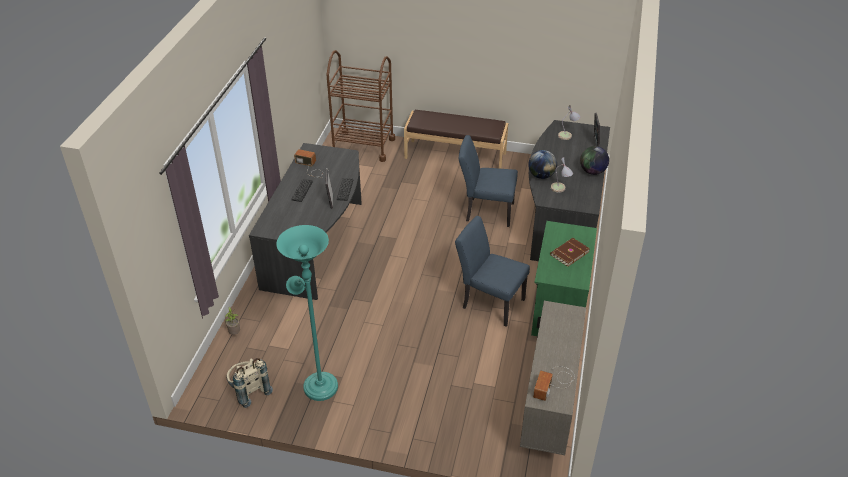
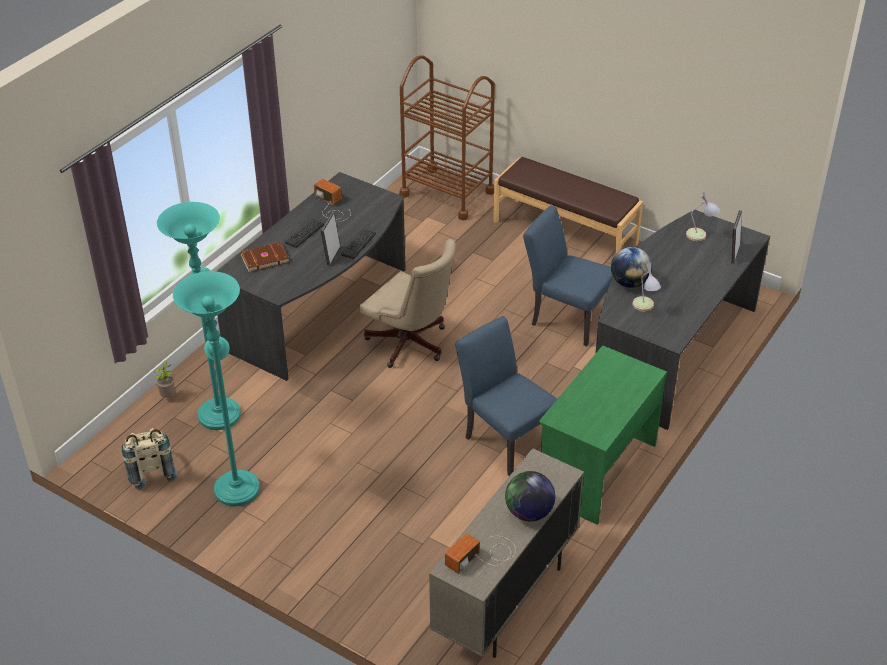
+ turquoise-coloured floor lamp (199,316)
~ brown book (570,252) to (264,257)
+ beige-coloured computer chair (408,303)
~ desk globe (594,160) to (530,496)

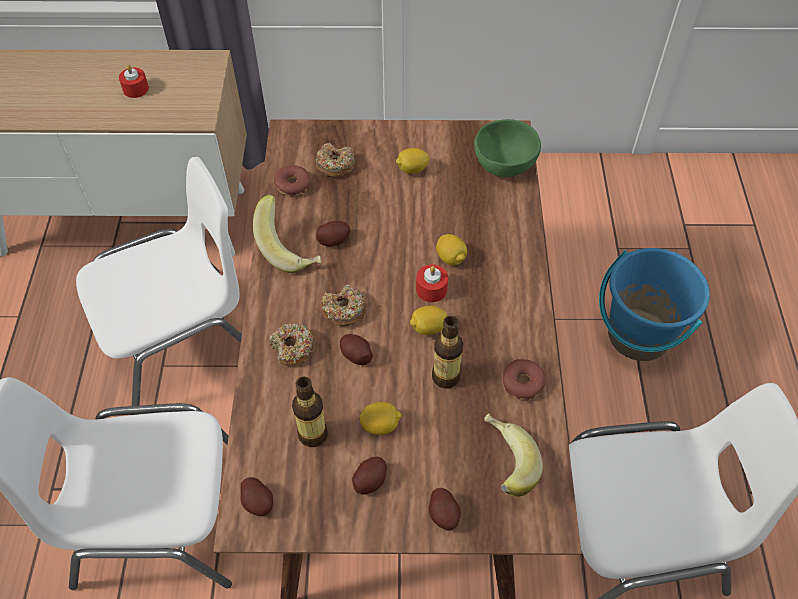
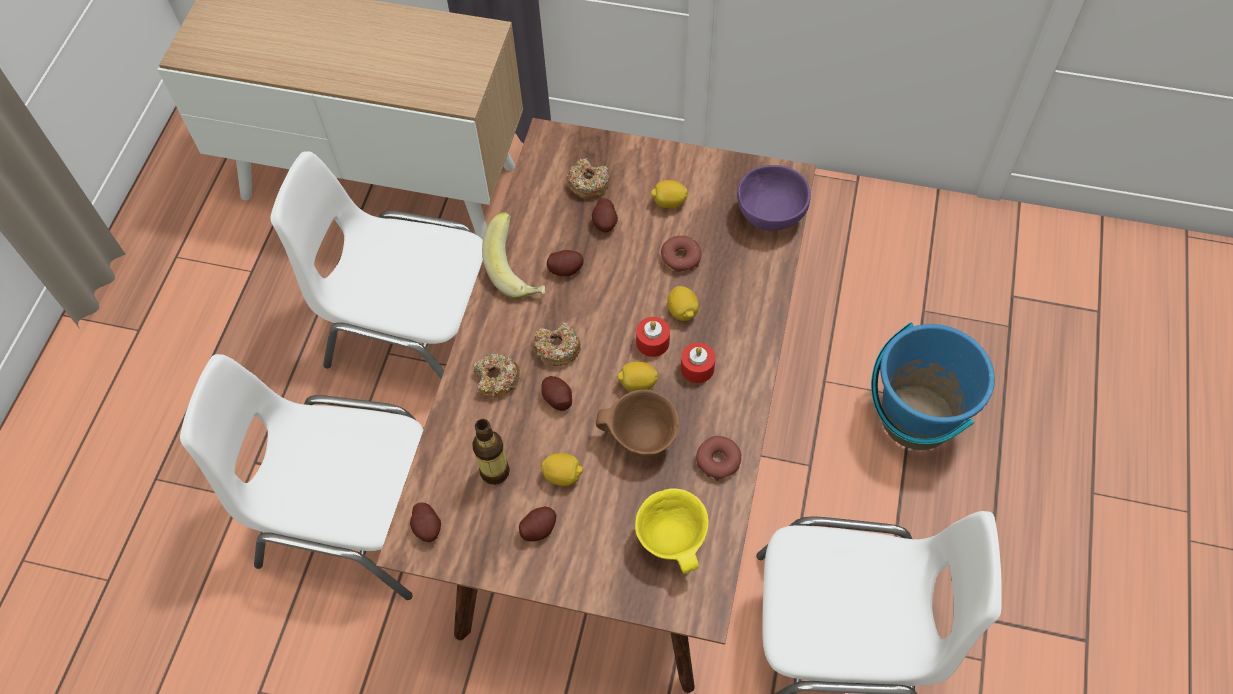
~ white chair (159,286) = (376,265) 150 degrees counterclockwise
~ whole potato (445,509) to (605,215)
~ bottle (448,352) to brown serving bowl (637,423)
~ banana fruit (513,455) to yellow-coloured serving bowl (672,531)
~ donut (292,180) to (681,254)
~ red wax candle (134,81) to (698,363)
~ greenish serving bowl (507,148) to purple-coloured serving bowl (774,198)

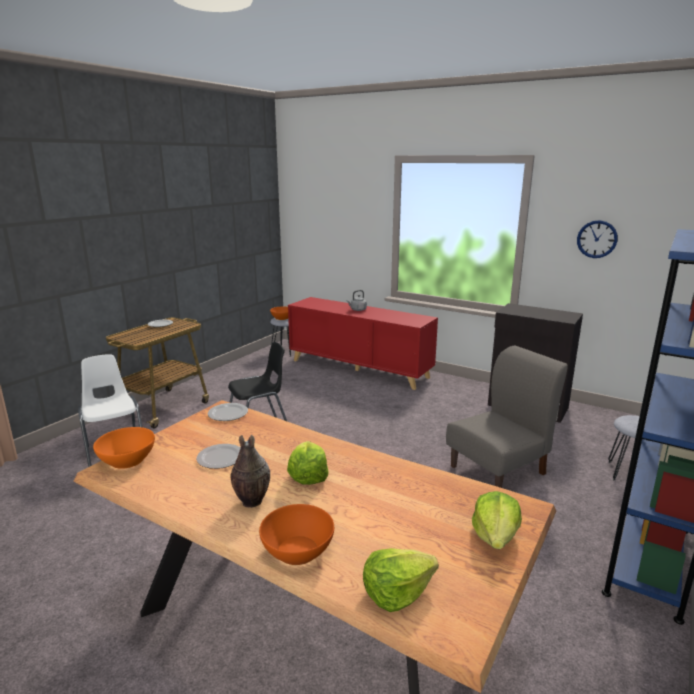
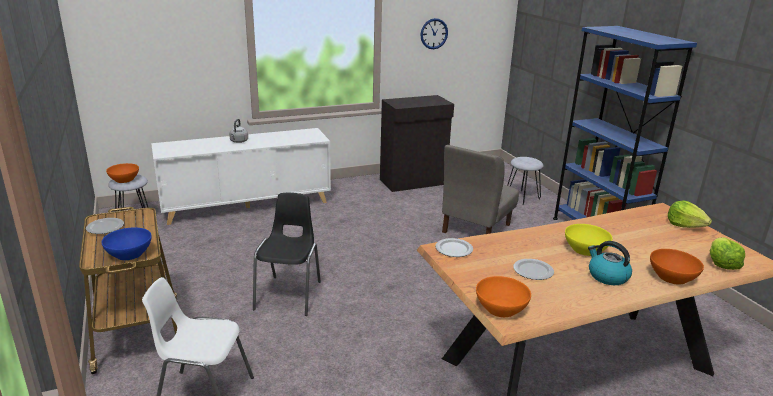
+ bluish serving bowl (127,243)
~ red cupboard (363,343) to white cupboard (241,176)
~ grey chair (507,416) = (480,189) 150 degrees counterclockwise
~ lettuce head (308,463) to yellow-coloured serving bowl (588,240)
~ decorative vase (250,471) to water kettle (610,263)

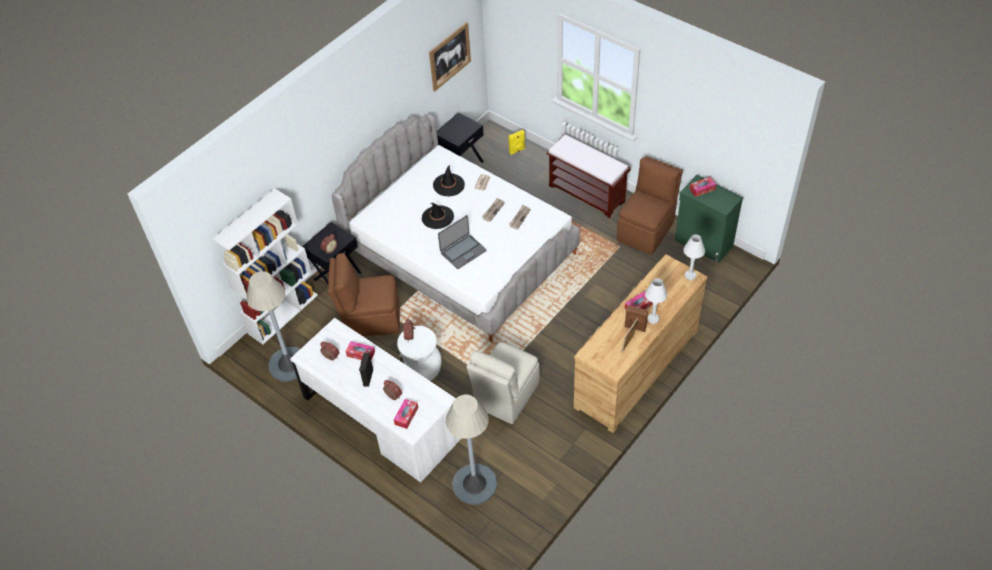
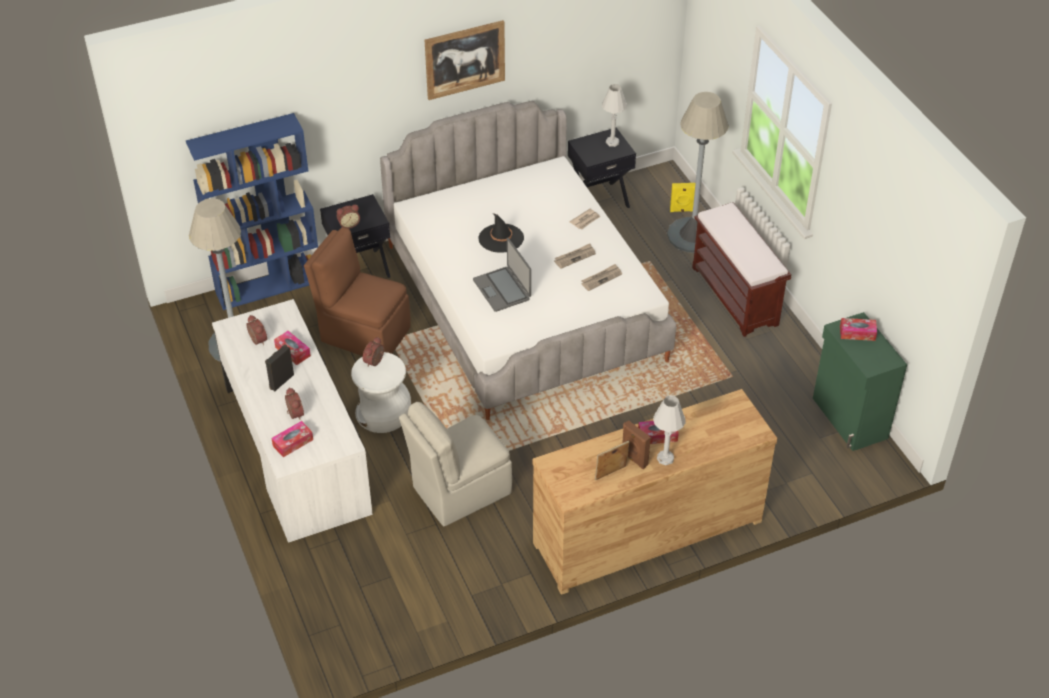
~ white bookshelf (265,266) to bluish bookshelf (252,211)
~ wall art (450,56) to (465,60)
~ laptop (462,242) = (502,275) 75 degrees clockwise
~ white tabletop lamp (694,257) to (614,115)
~ grey floor lamp (471,450) to (698,172)
- black hat (449,180)
- brown chair (650,205)

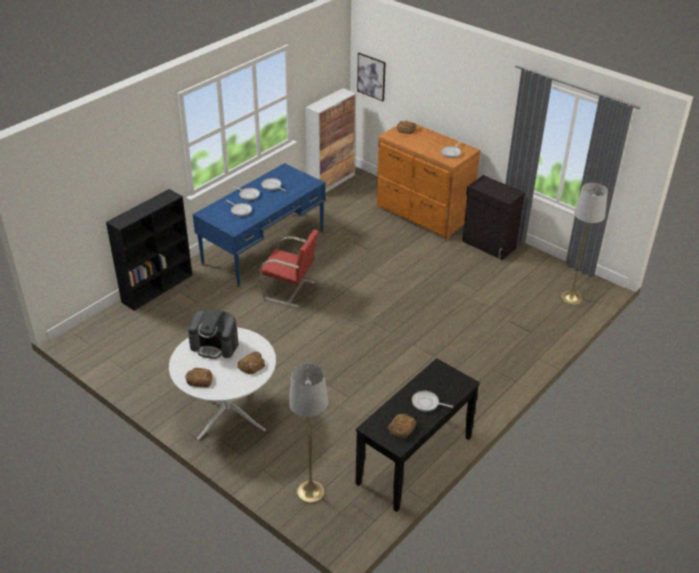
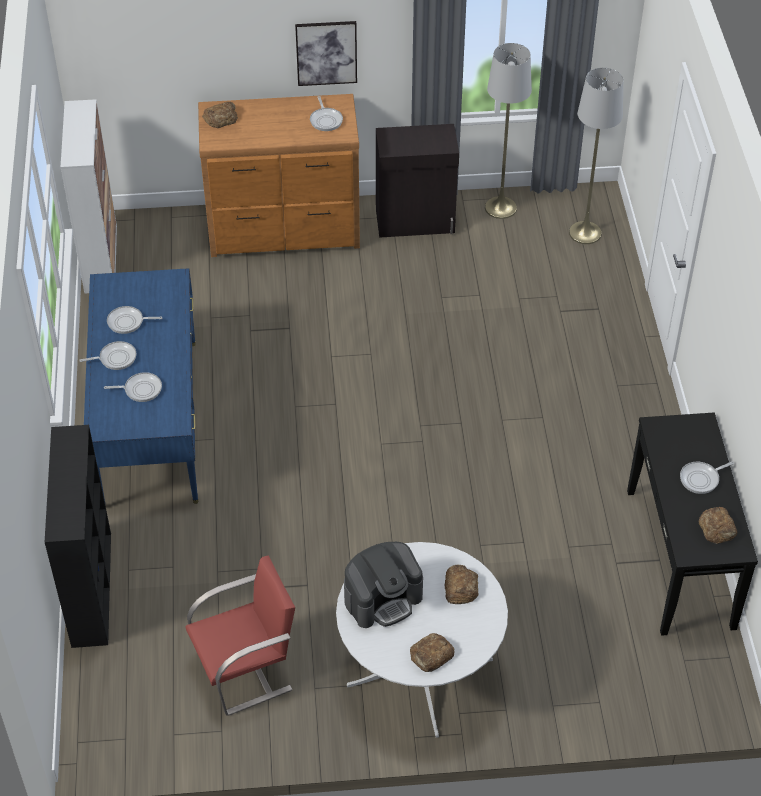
~ red chair (289,269) to (241,636)
~ wall art (371,77) to (326,53)
~ grey floor lamp (308,433) to (508,131)

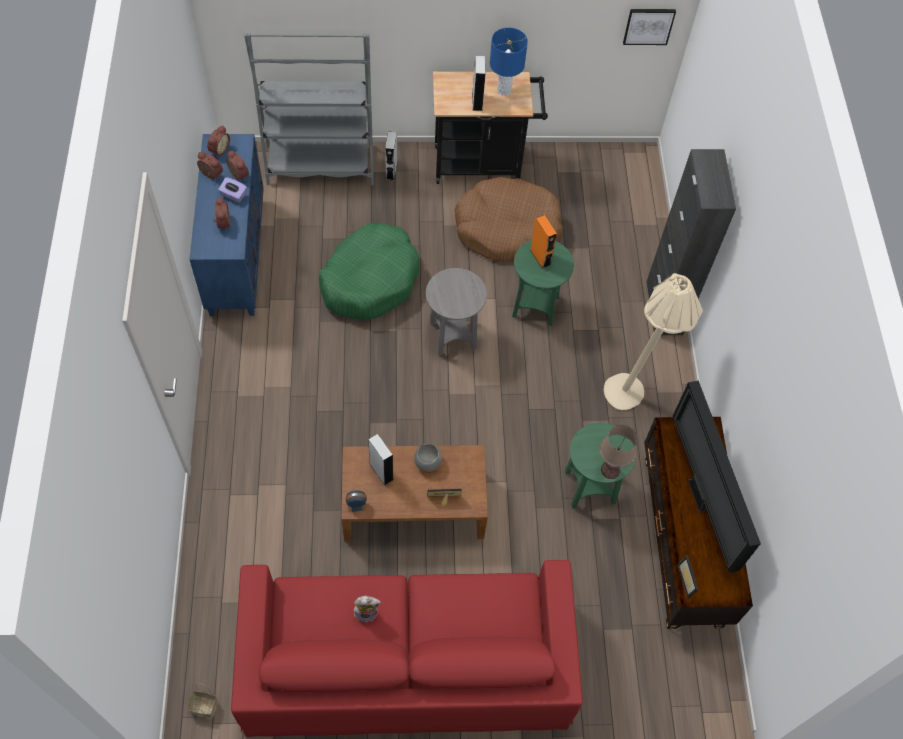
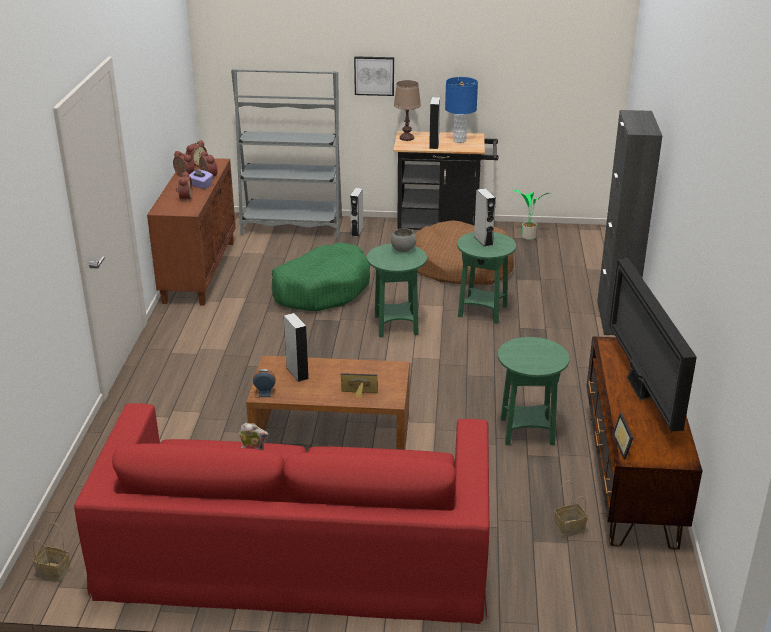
~ bluish cupboard (226,225) to brown cupboard (191,232)
~ wall art (649,27) to (374,76)
~ grey side table (456,312) to greenish side table (397,290)
~ grey serving bowl (428,457) to (403,240)
~ brown tabletop lamp (619,452) to (407,110)
~ orange loudspeaker (543,242) to grey loudspeaker (485,217)
+ houseplant (531,215)
+ storage basket (571,509)
- beige-coloured floor lamp (653,341)

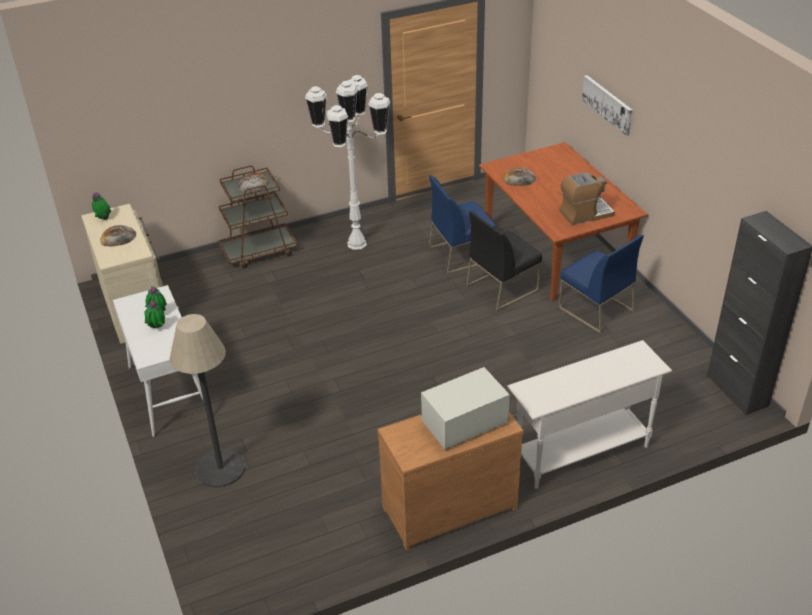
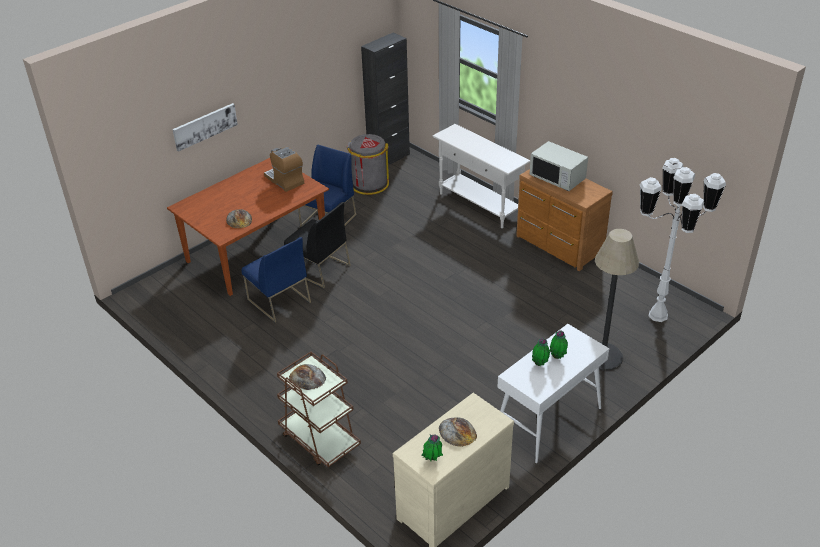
+ grey trash can (368,164)
~ white floor lamp (347,162) to (683,240)

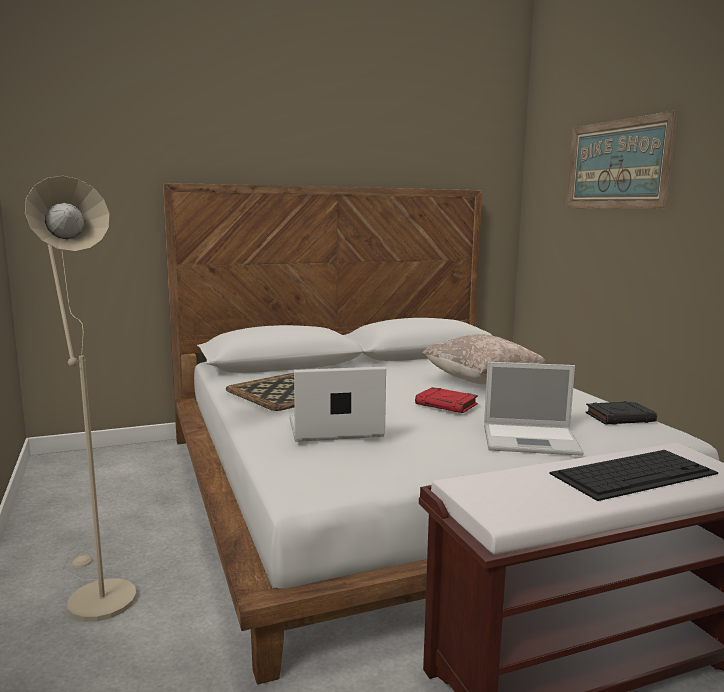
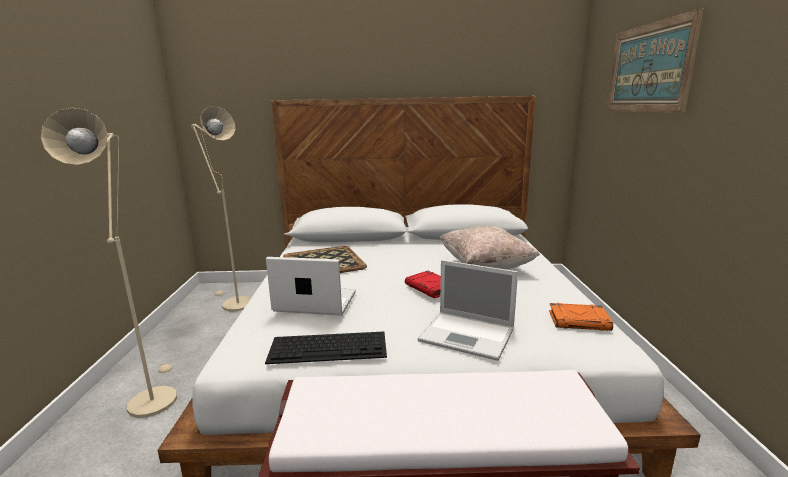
+ beige-coloured floor lamp (221,209)
~ keyboard (633,475) to (326,347)
~ black book (621,413) to orange book (581,317)

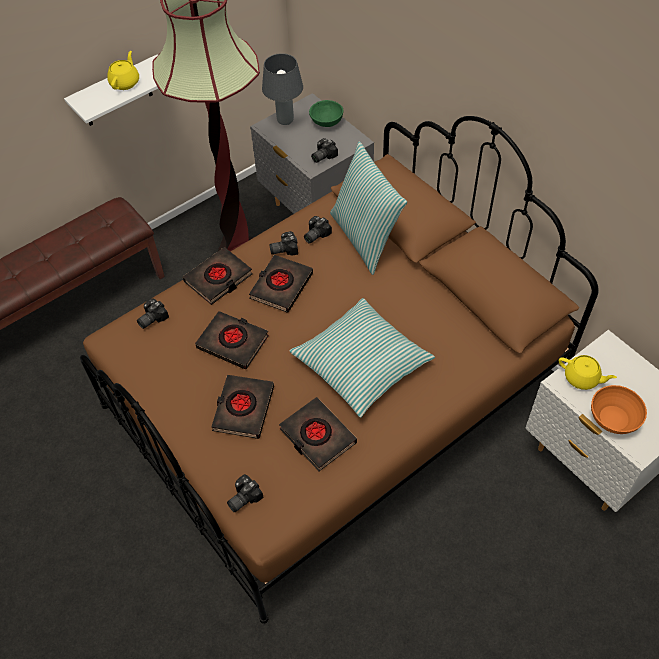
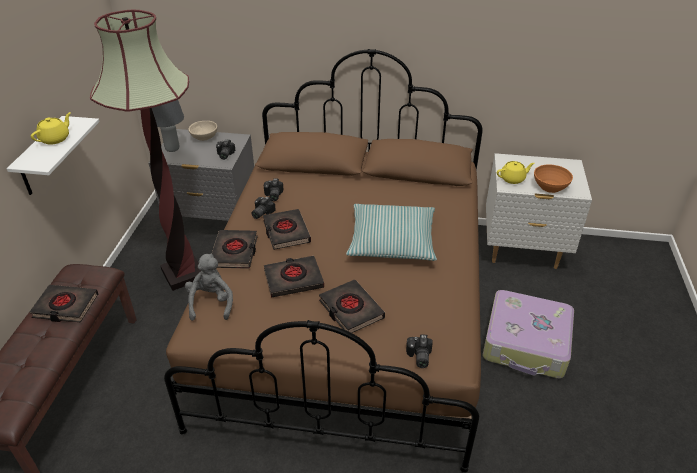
~ black book (318,434) to (63,303)
~ yellow-coloured pot for tea (123,70) = (51,128) 60 degrees clockwise
~ still camera (153,313) to grey soft toy (209,287)
~ greenish serving bowl (326,113) to beige-coloured serving bowl (202,131)
+ travel case (528,334)
- pillow (368,208)

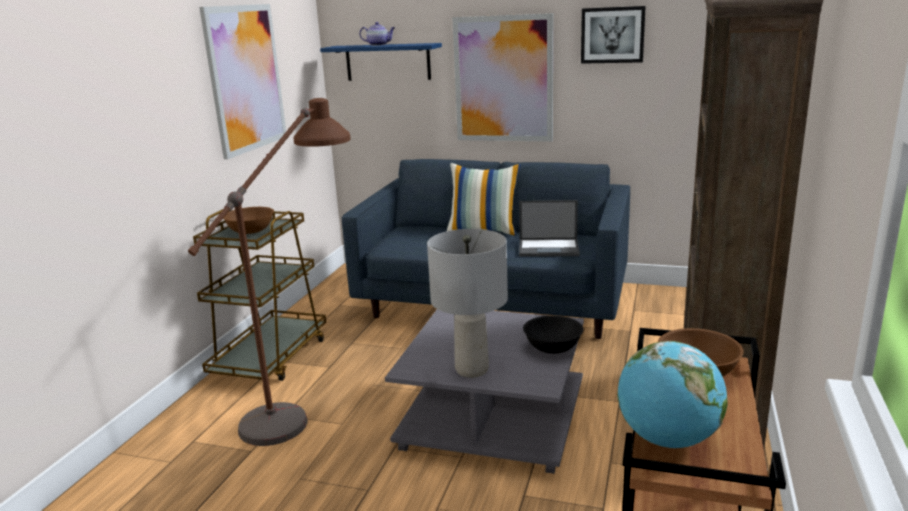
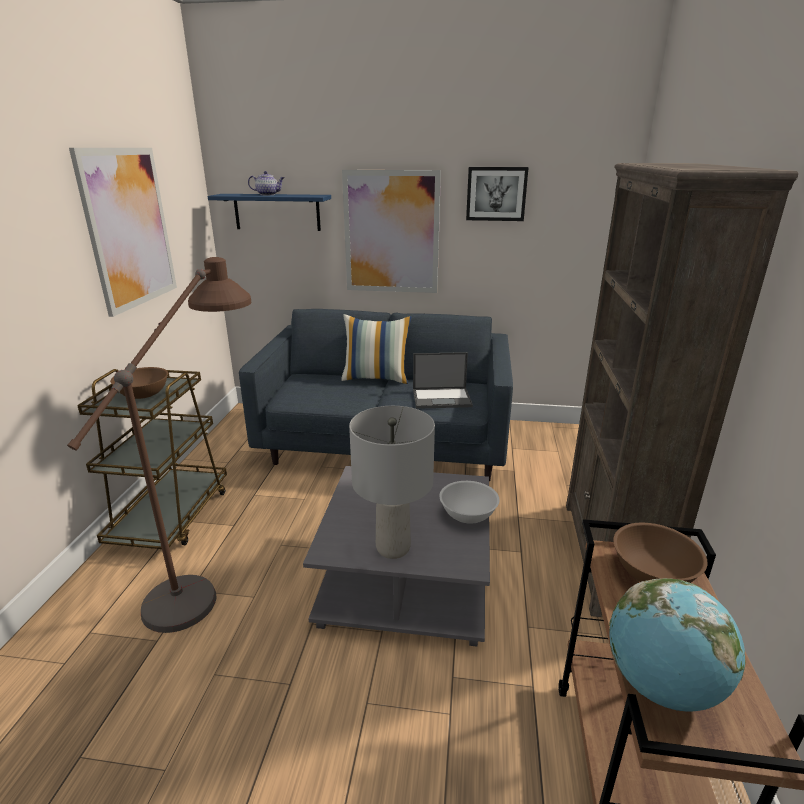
~ black serving bowl (553,335) to white serving bowl (469,502)

